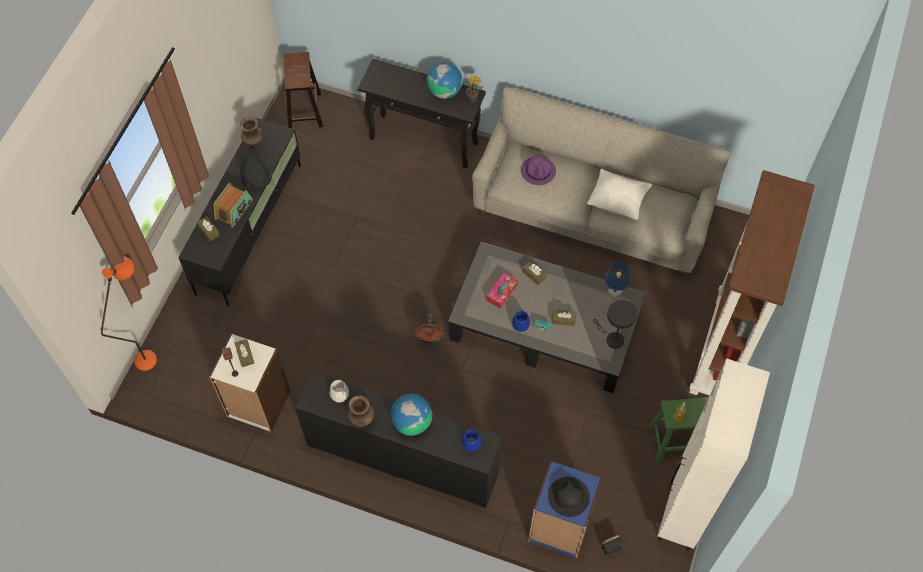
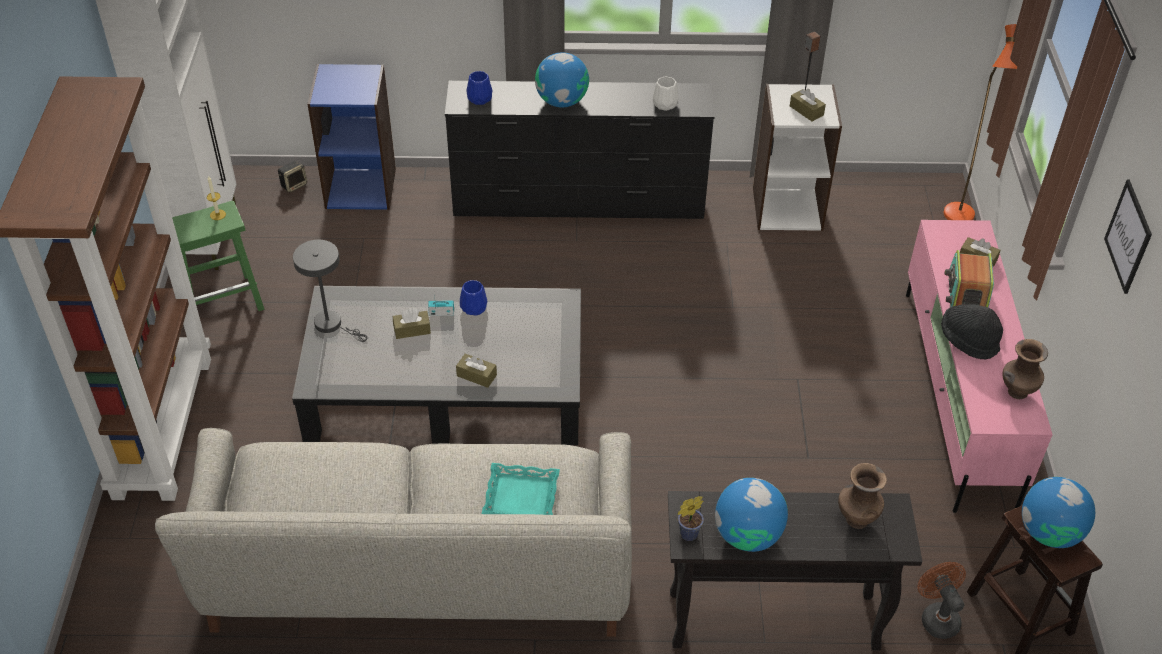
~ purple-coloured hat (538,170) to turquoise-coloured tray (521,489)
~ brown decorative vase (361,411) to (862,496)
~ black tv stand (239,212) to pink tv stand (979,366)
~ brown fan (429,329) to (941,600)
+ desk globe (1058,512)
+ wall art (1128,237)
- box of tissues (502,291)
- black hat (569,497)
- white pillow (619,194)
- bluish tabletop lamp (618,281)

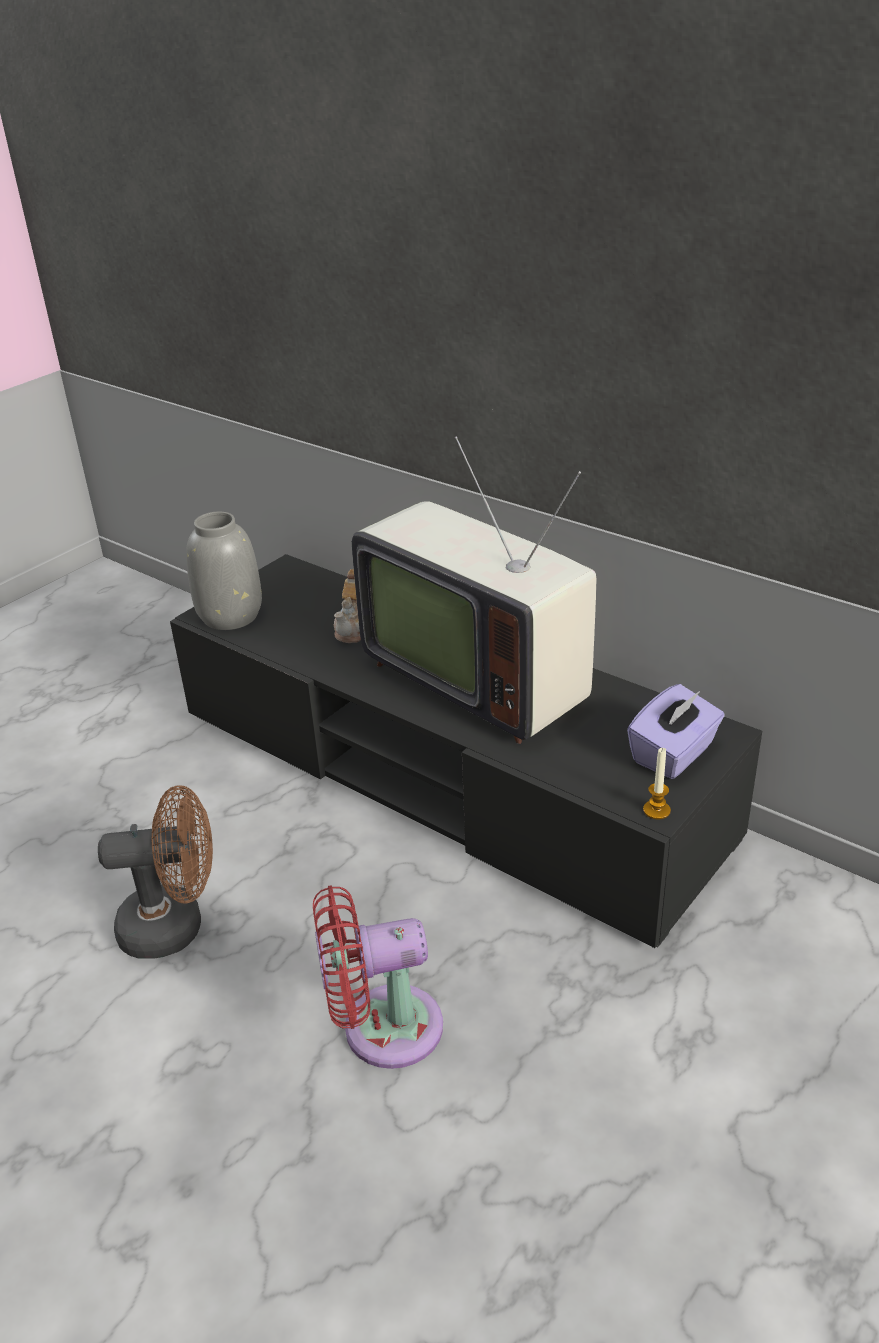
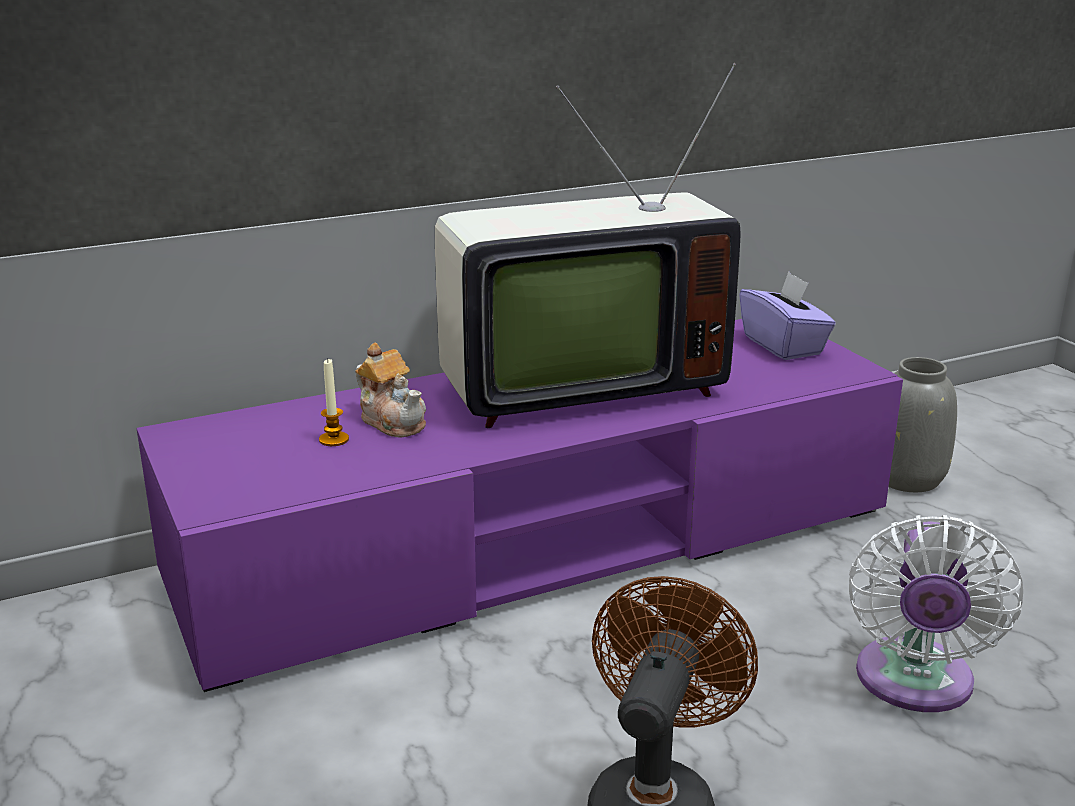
~ black tv stand (466,751) to purple-coloured tv stand (519,505)
~ wax candle (657,783) to (334,402)
~ red fan (378,977) to white fan (936,613)
~ grey decorative vase (224,571) to (923,424)

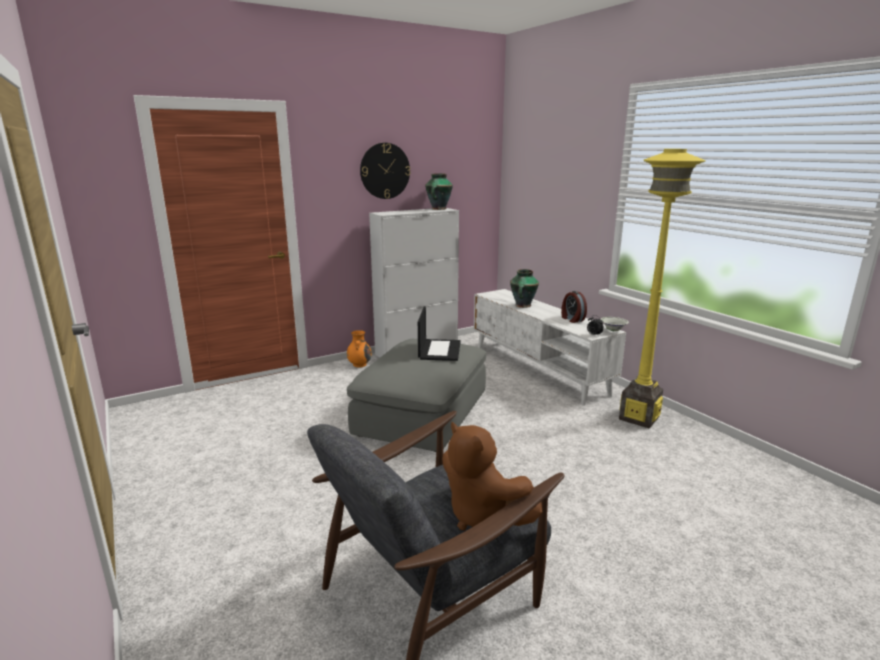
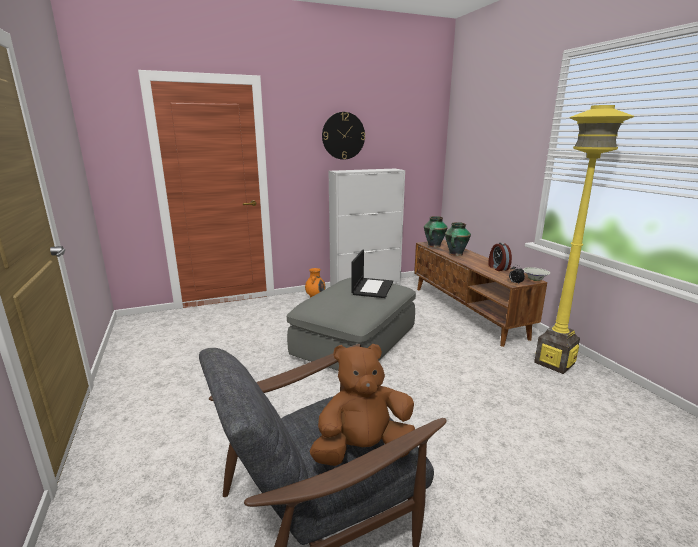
~ brown soft toy (492,476) = (362,404) 105 degrees clockwise
~ white tv stand (550,347) to brown tv stand (480,293)
~ decorative vase (439,191) to (436,232)

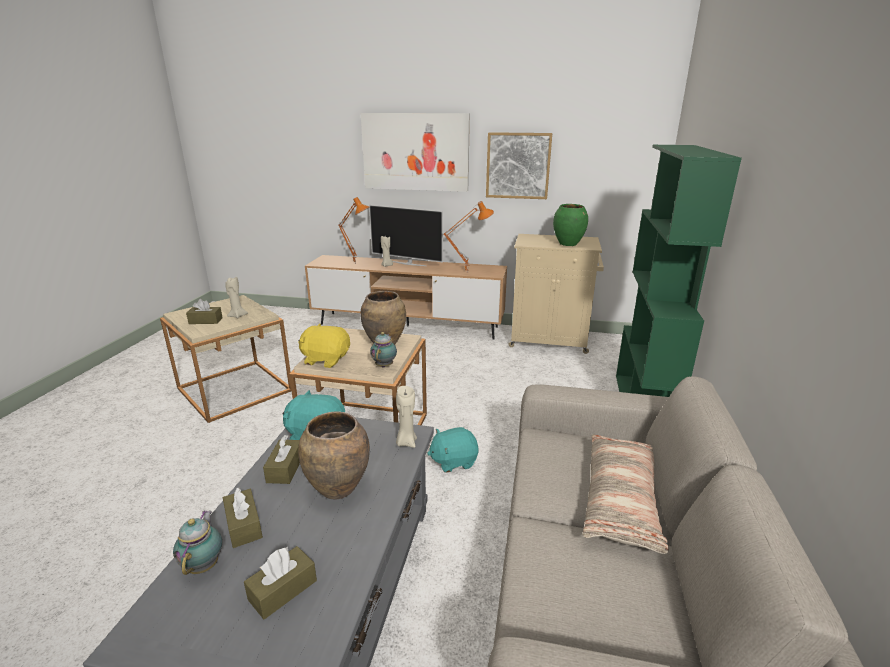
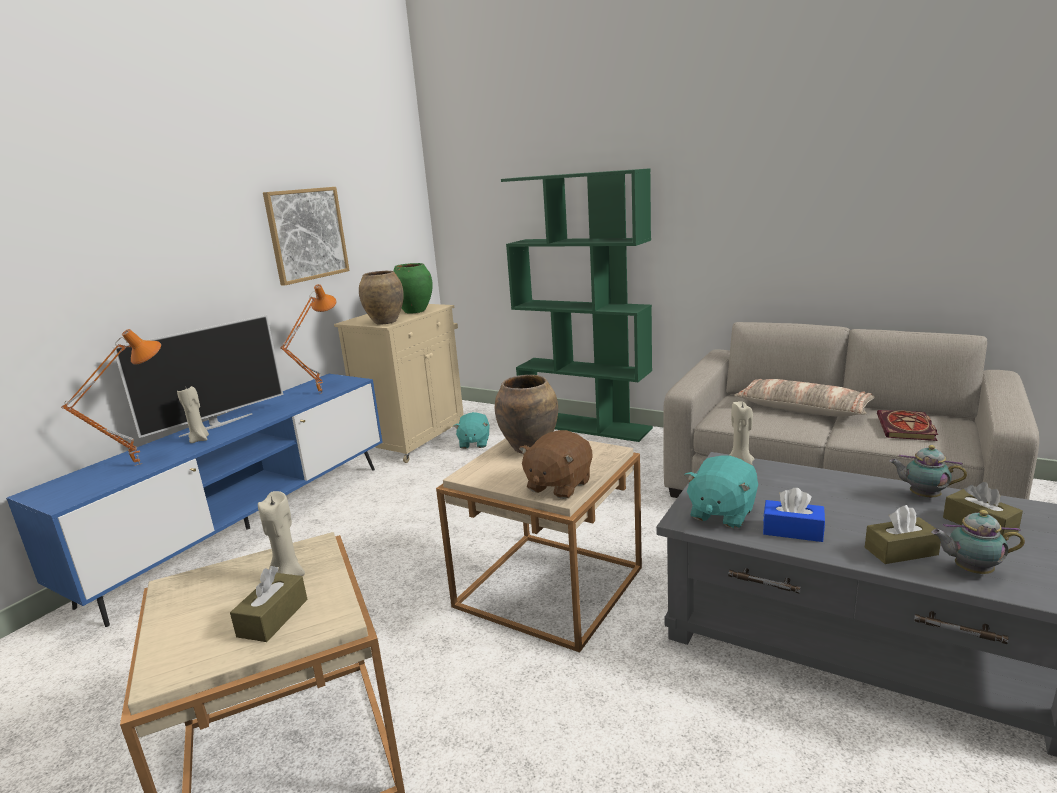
~ brown tv stand (406,297) to bluish tv stand (194,500)
~ brown decorative vase (334,456) to (381,298)
~ turquoise-coloured soft toy (453,450) to (471,430)
~ yellow-coloured soft toy (324,346) to brown soft toy (555,464)
~ brown box of tissues (281,459) to bluish box of tissues (794,515)
+ book (907,425)
~ pot for tea (383,350) to (928,471)
- wall art (415,152)

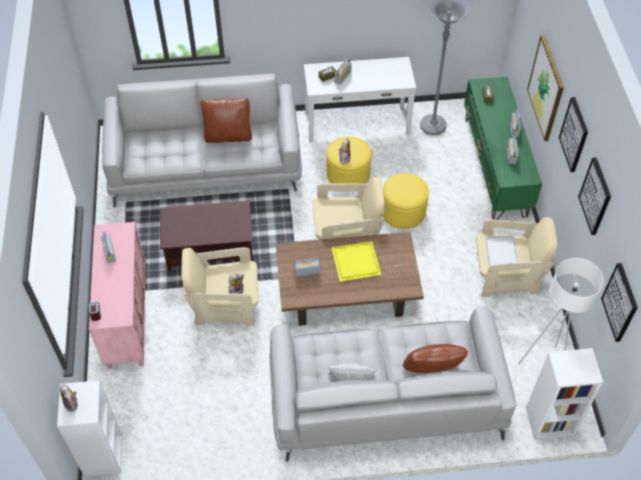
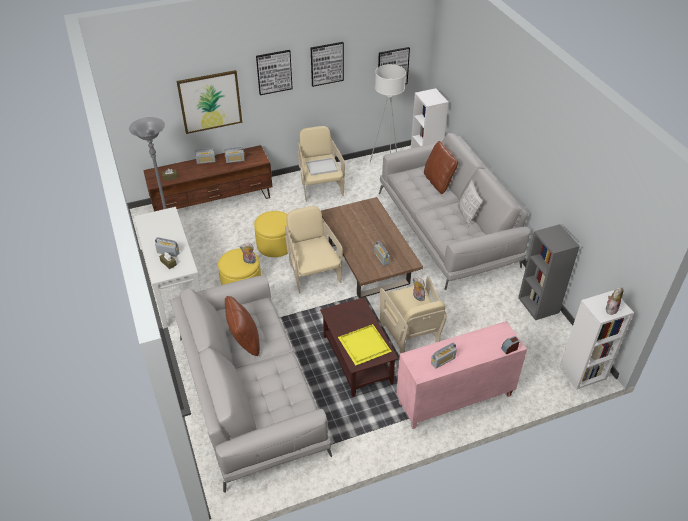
~ greenish tv stand (503,148) to brown tv stand (207,178)
~ yellow-coloured tray (356,261) to (365,345)
+ grey bookshelf (549,272)

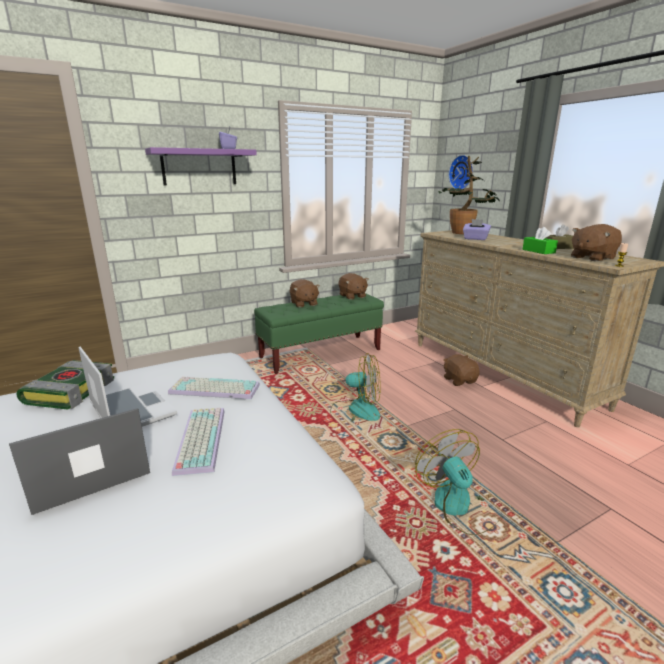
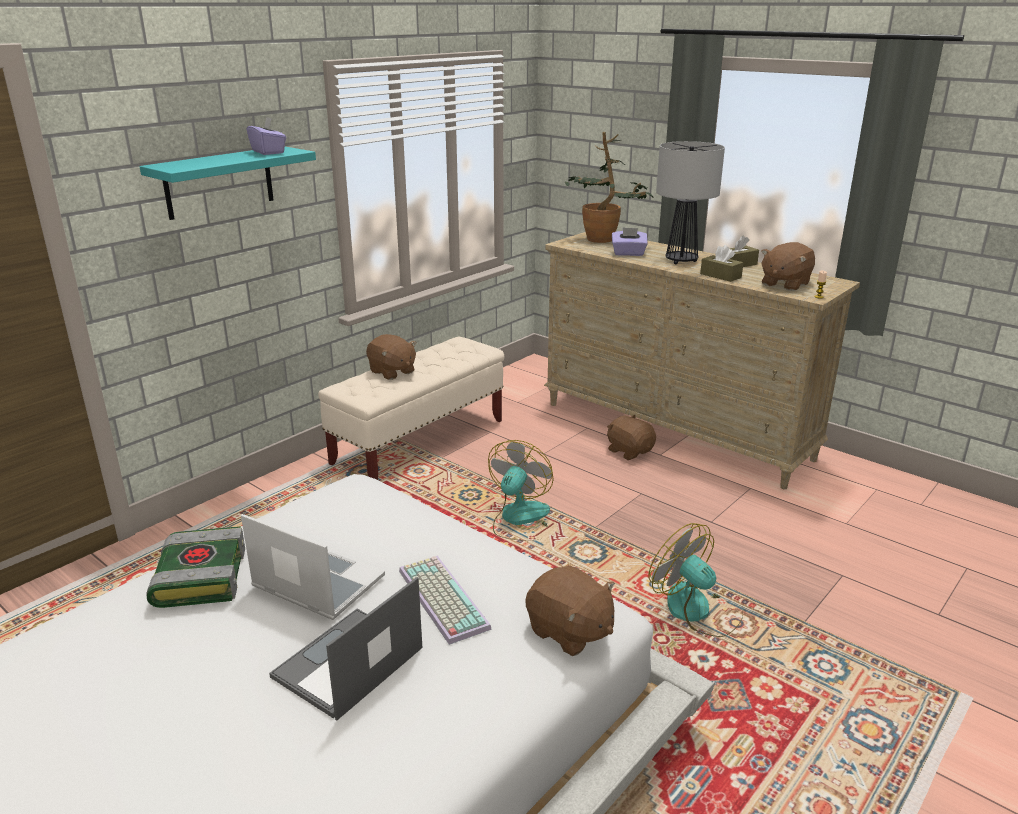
~ purple-coloured bracket shelf (201,166) to turquoise-coloured bracket shelf (227,183)
~ greenish bench (319,333) to beige-coloured bench (411,408)
~ fan (355,387) = (521,490) 60 degrees counterclockwise
~ brown soft toy (353,286) to (570,610)
+ tabletop lamp (690,202)
~ greenish box of tissues (540,240) to brown box of tissues (721,263)
- keyboard (214,388)
- hanging clock (461,172)

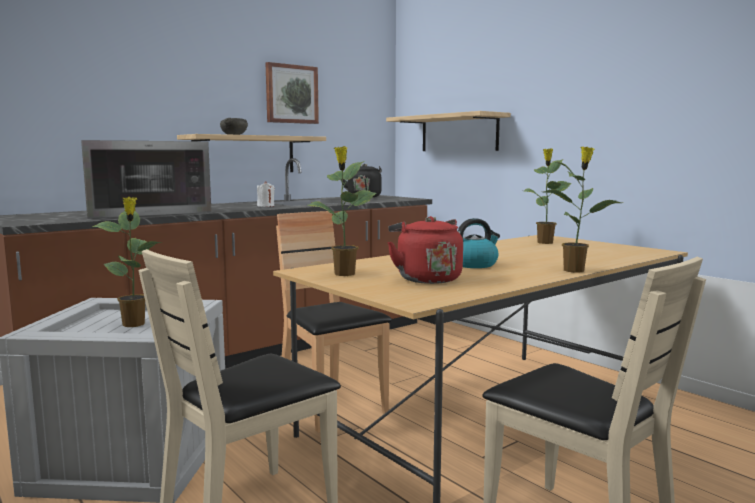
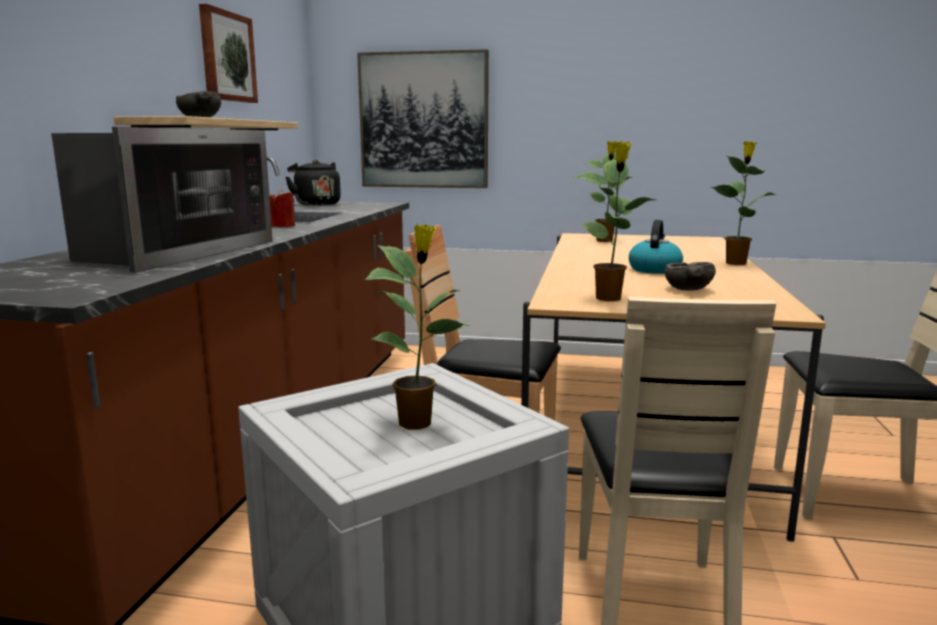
~ white wax candle (266,194) to red wax candle (282,208)
~ bracket shelf (448,131) to wall art (423,118)
~ red water kettle (425,250) to grey serving bowl (690,276)

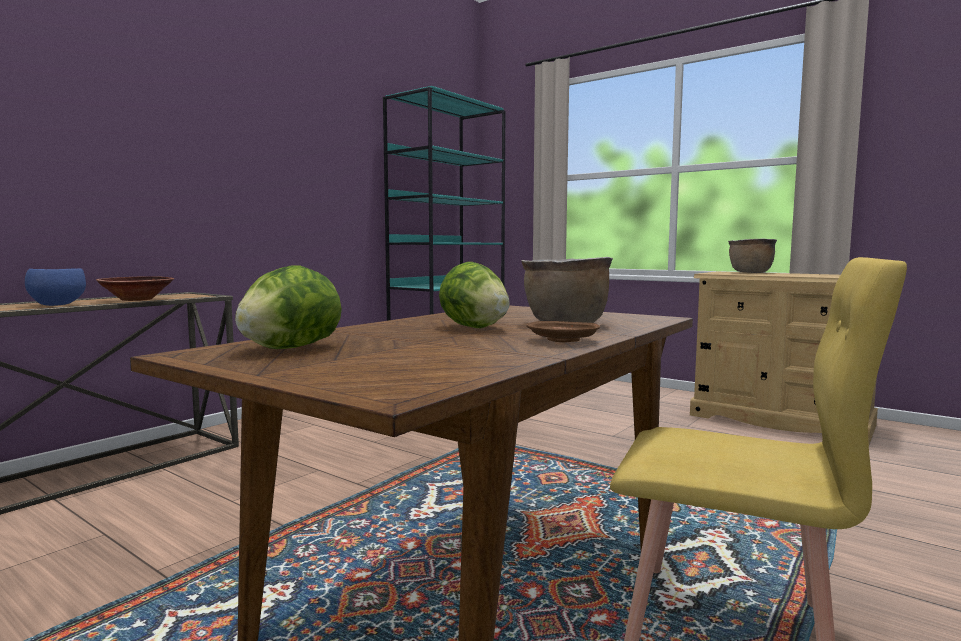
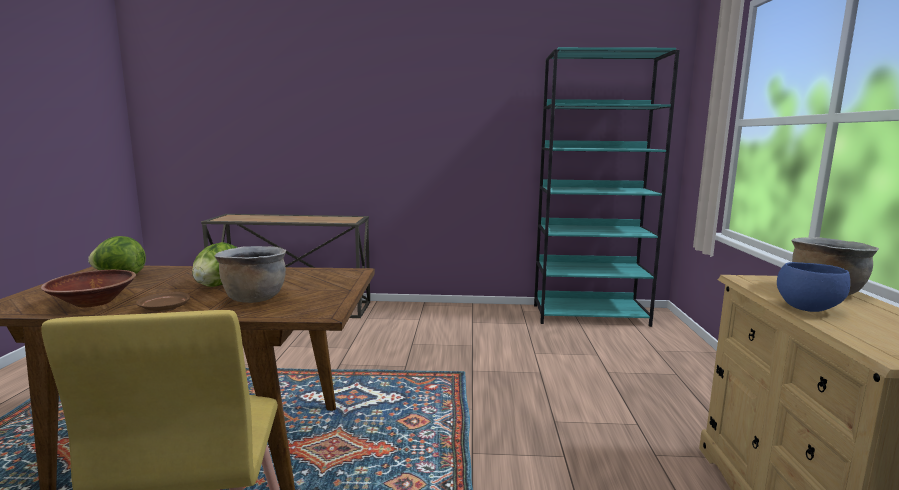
~ brown serving bowl (135,288) to (88,288)
~ bluish serving bowl (55,287) to (813,287)

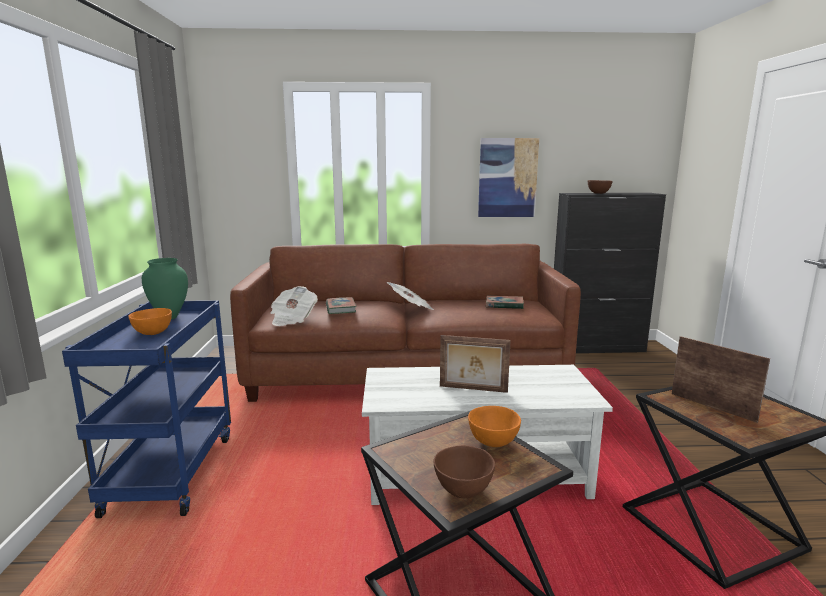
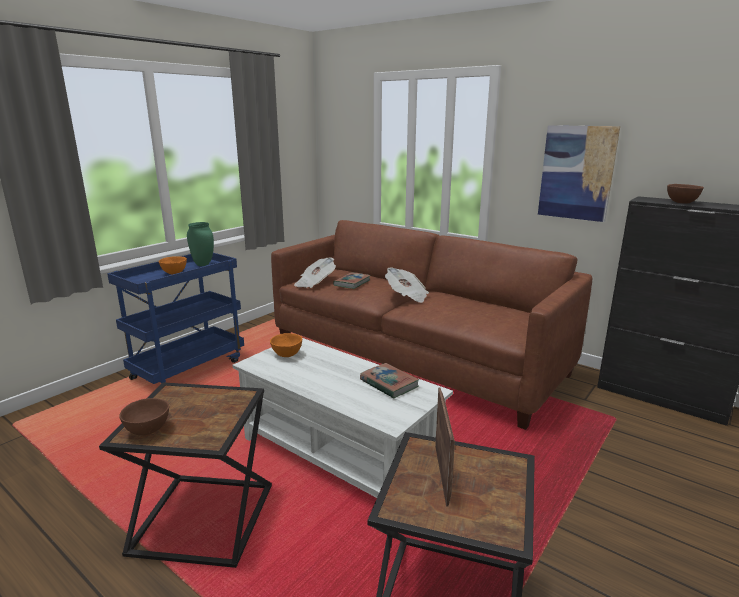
~ orange serving bowl (494,426) to (286,345)
~ book (505,302) to (390,381)
- picture frame (475,364)

